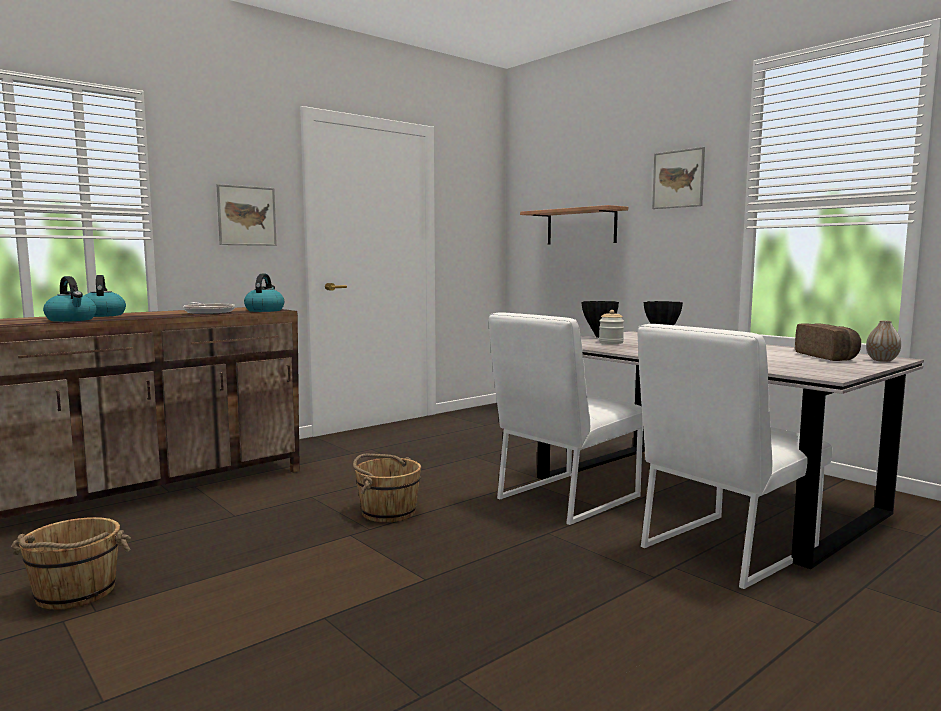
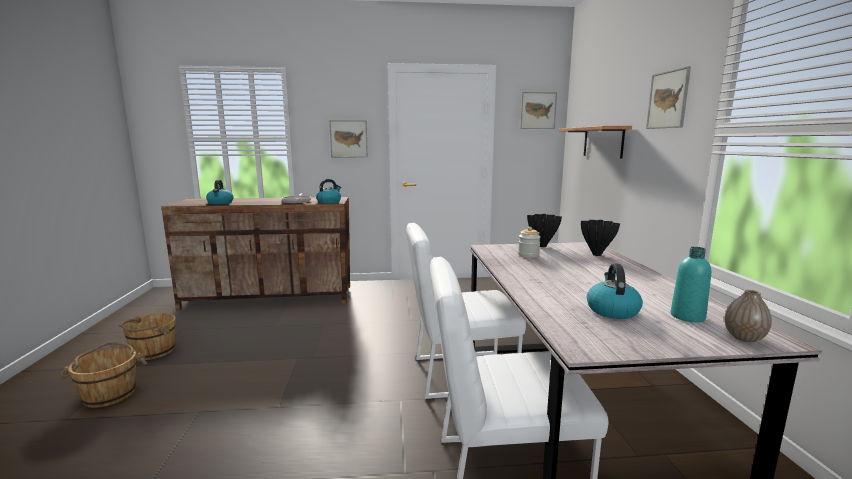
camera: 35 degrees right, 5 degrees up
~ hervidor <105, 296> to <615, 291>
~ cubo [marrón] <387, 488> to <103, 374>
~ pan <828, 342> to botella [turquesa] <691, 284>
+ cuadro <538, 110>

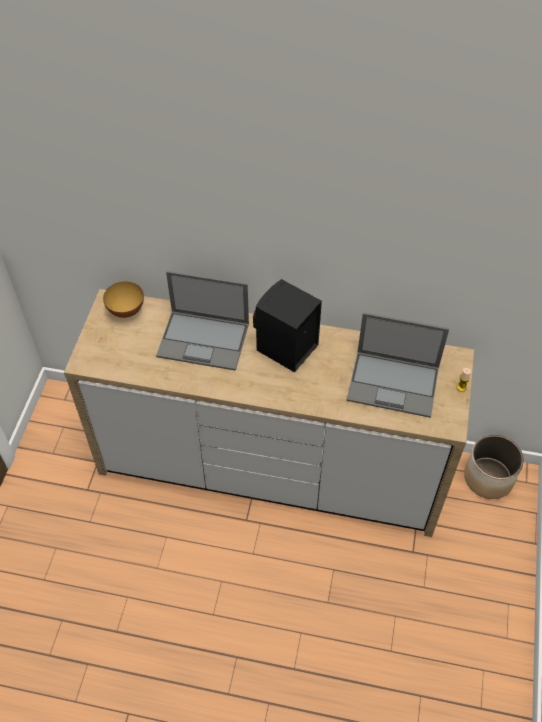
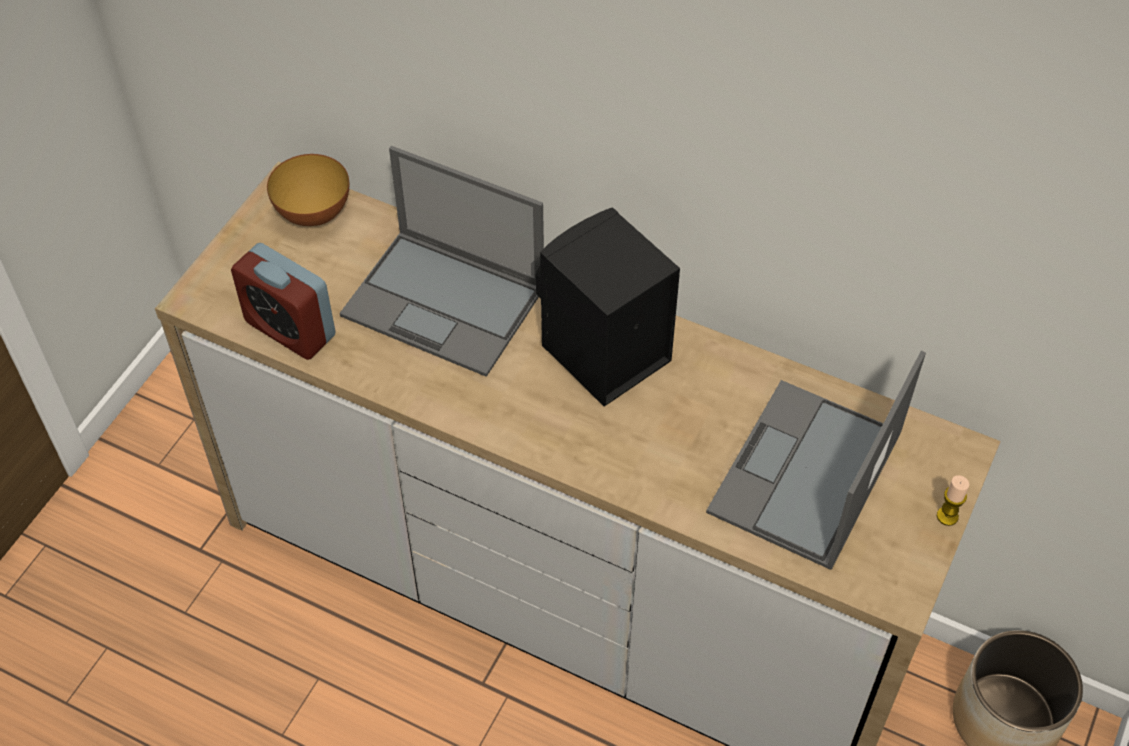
camera: 15 degrees right, 0 degrees up
~ portátil <398, 365> = <816, 460> 90 degrees clockwise
+ despertador <283, 301>

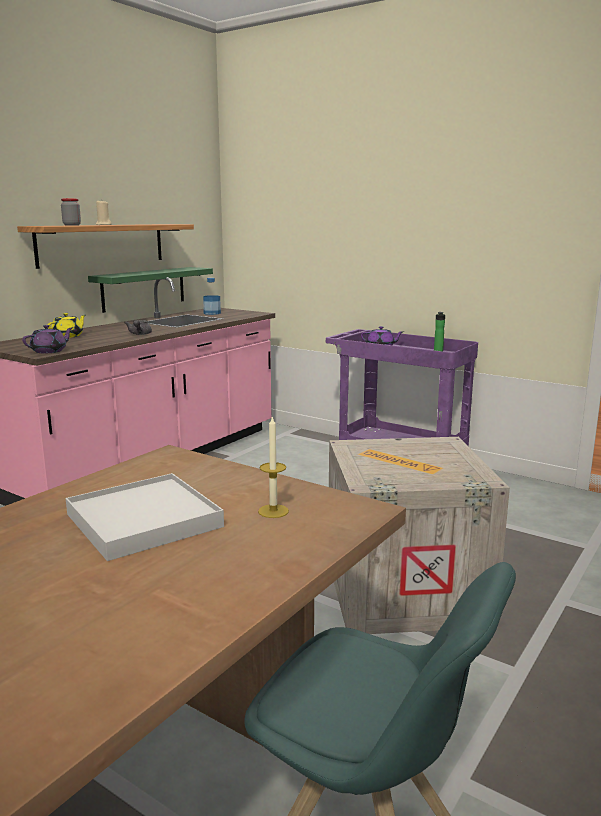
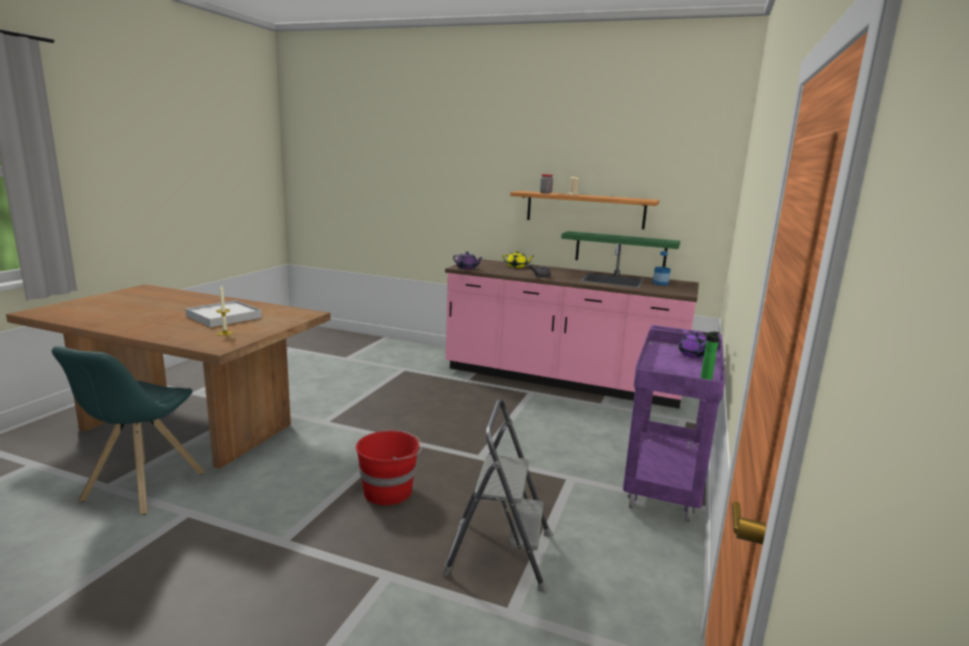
camera: 75 degrees right, 0 degrees up
~ caja de embalaje <419, 535> to cubo [rojo] <389, 467>
+ escalera de tijera [gris] <498, 496>

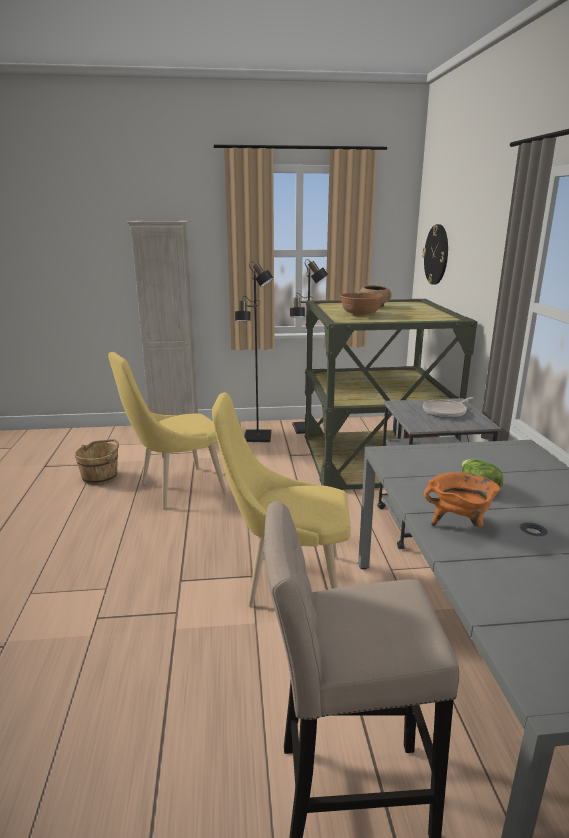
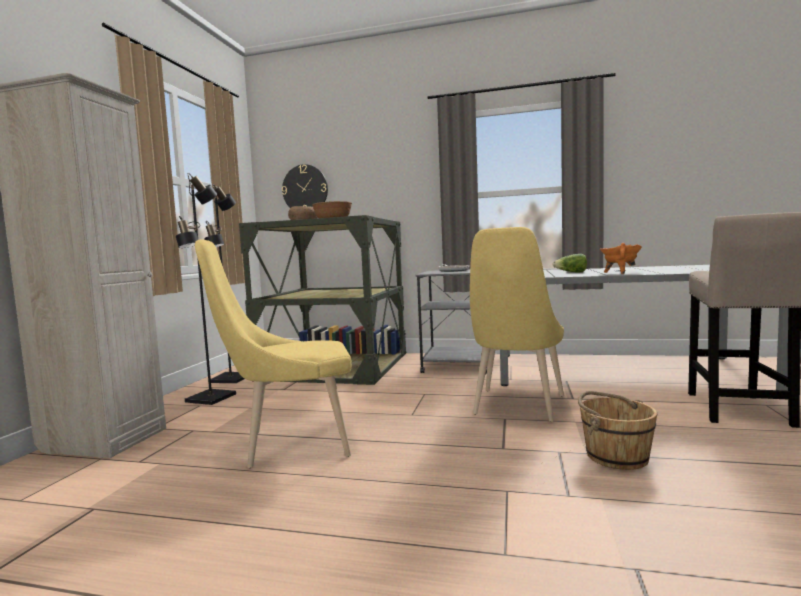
camera: 70 degrees left, 15 degrees down
~ cubo [marrón] <96, 462> to <617, 430>
~ silla [amarillo] <167, 430> = <273, 353> 90 degrees clockwise

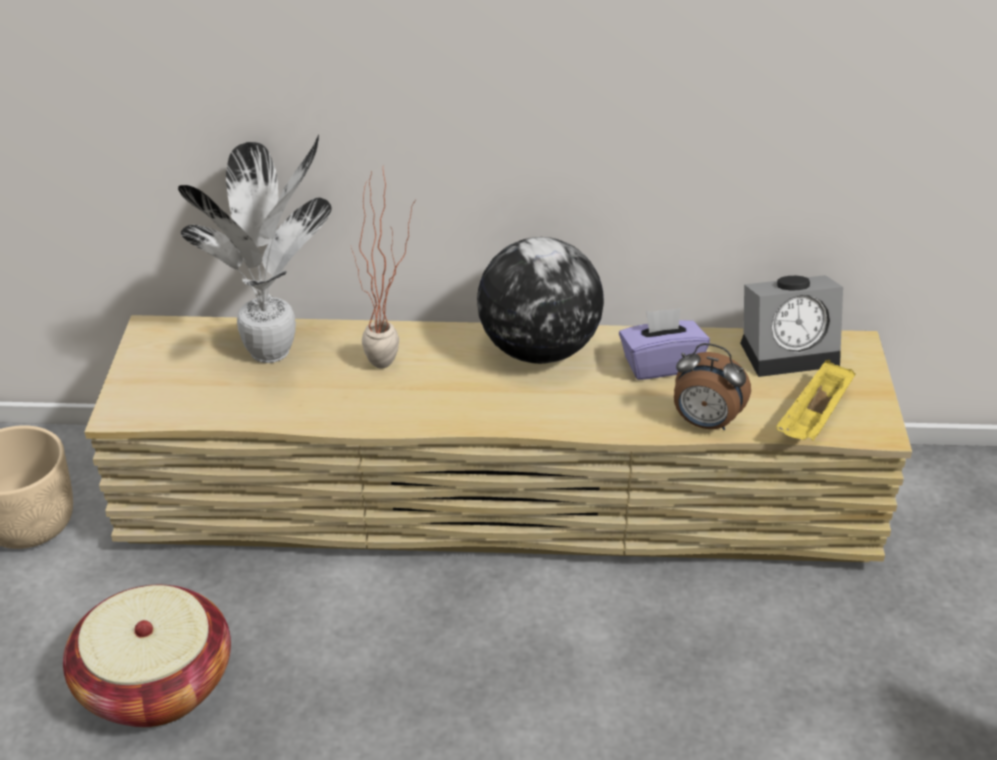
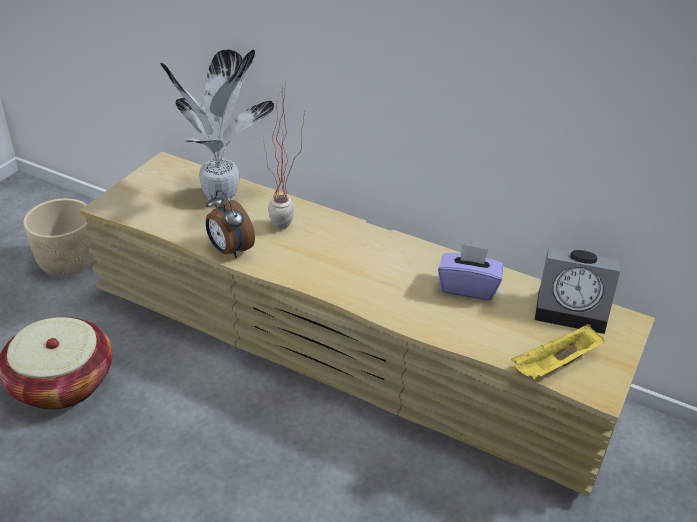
camera: 25 degrees right, 0 degrees up
- globo terráqueo <540, 300>
~ despertador <712, 386> to <230, 224>

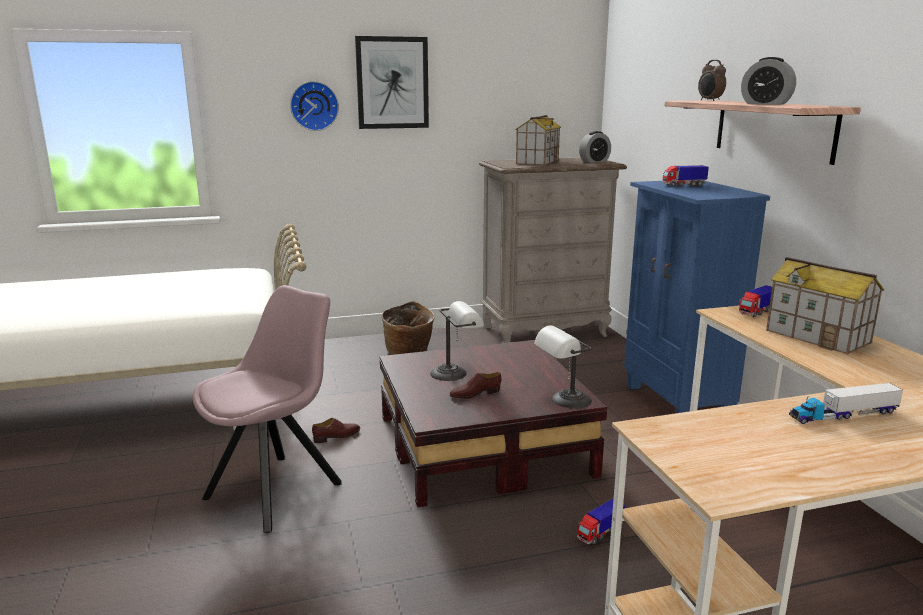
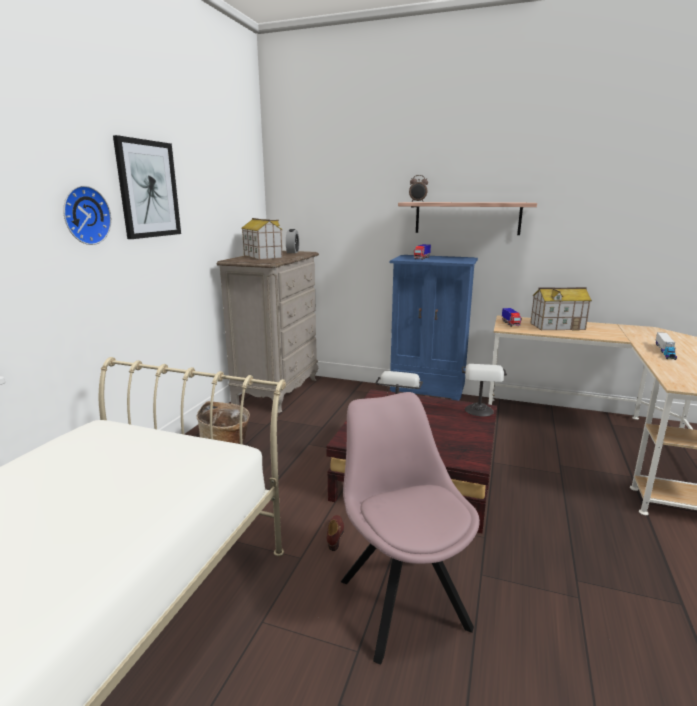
camera: 55 degrees left, 0 degrees up
- zapato [marrón] <475, 385>
- camión de juguete <601, 522>
- despertador <768, 81>

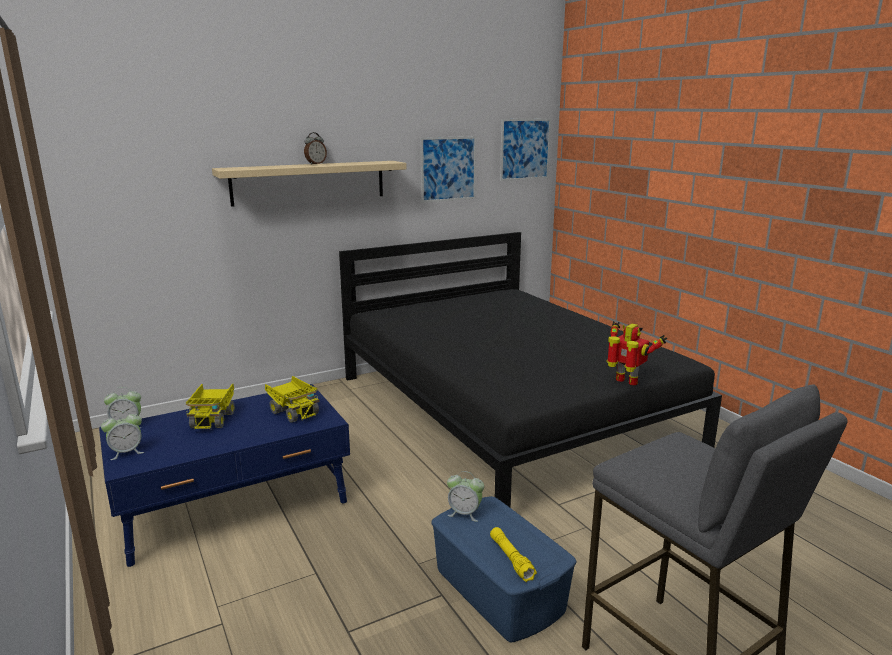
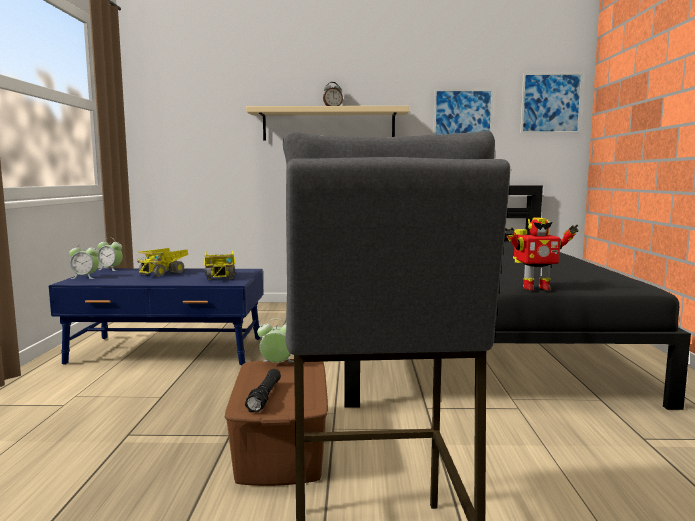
camera: 30 degrees right, 10 degrees down
~ caja de almacenaje [azul] <504, 569> to caja de almacenaje [marrón] <276, 422>
~ despertador <465, 496> = <275, 341> 135 degrees clockwise
~ linterna [amarillo] <513, 554> to linterna [negro] <263, 391>
~ robot de juguete <637, 353> = <542, 254> 105 degrees clockwise

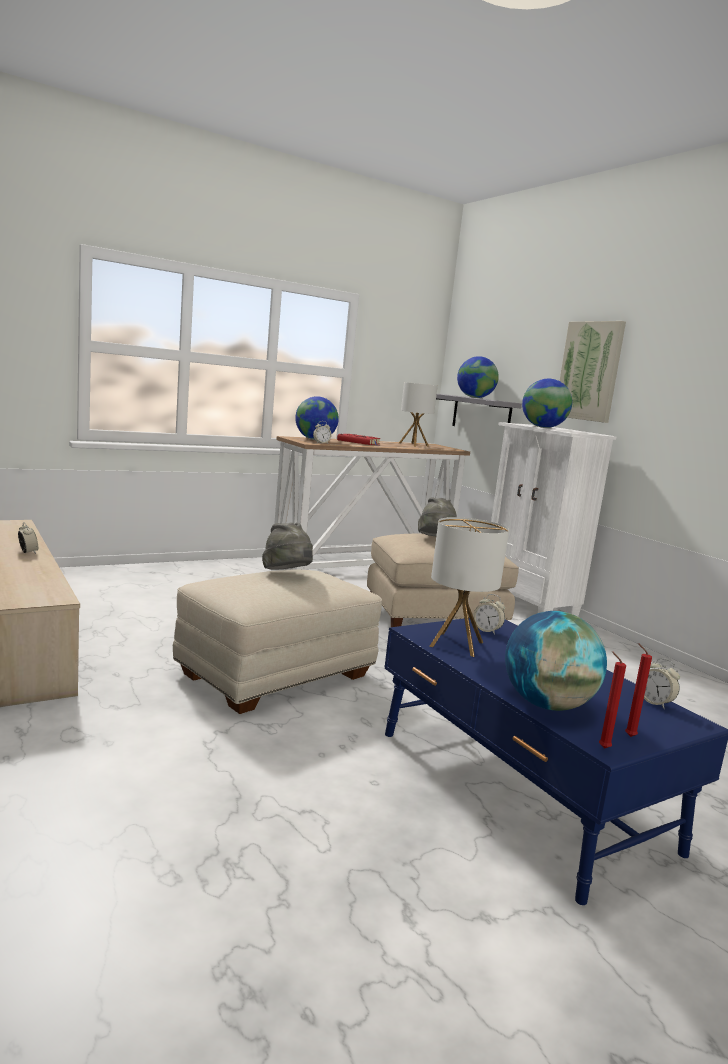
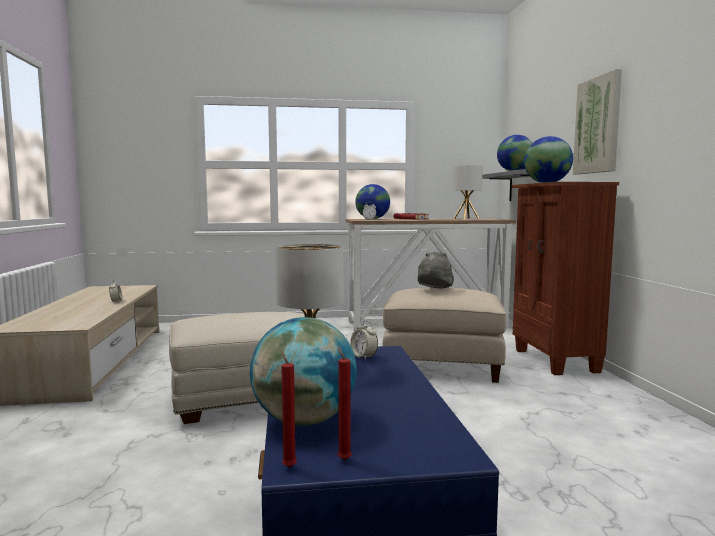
camera: 25 degrees right, 5 degrees down
- sombrero [gris] <287, 546>
~ armario [blanco] <553, 519> to armario [marrón] <565, 278>
- despertador <662, 683>

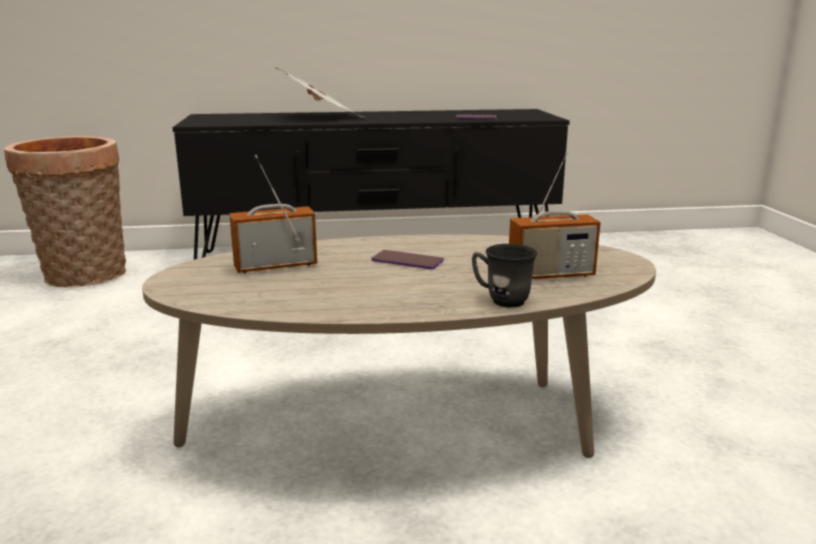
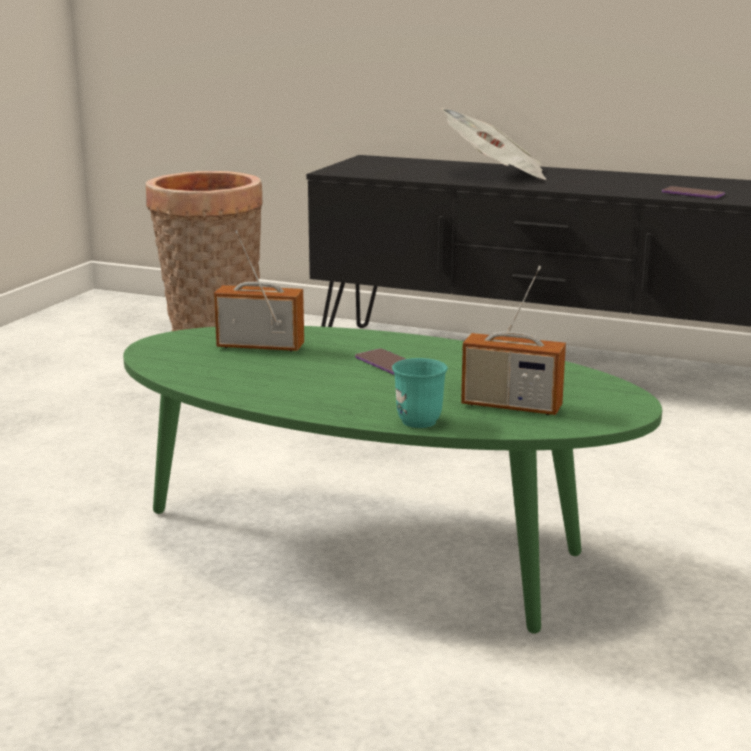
camera: 30 degrees right, 0 degrees up
~ mesa de centro [beis] <399, 346> to mesa de centro [verde] <392, 480>
~ taza grande [gris] <504, 275> to taza grande [turquesa] <420, 393>

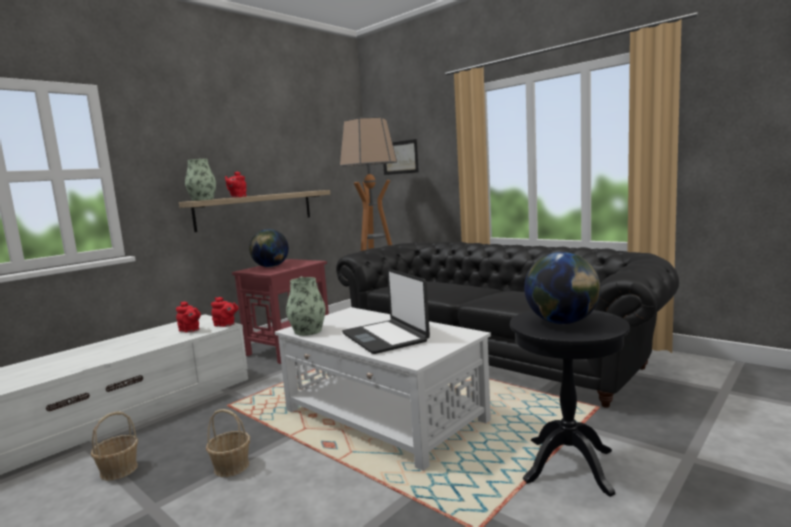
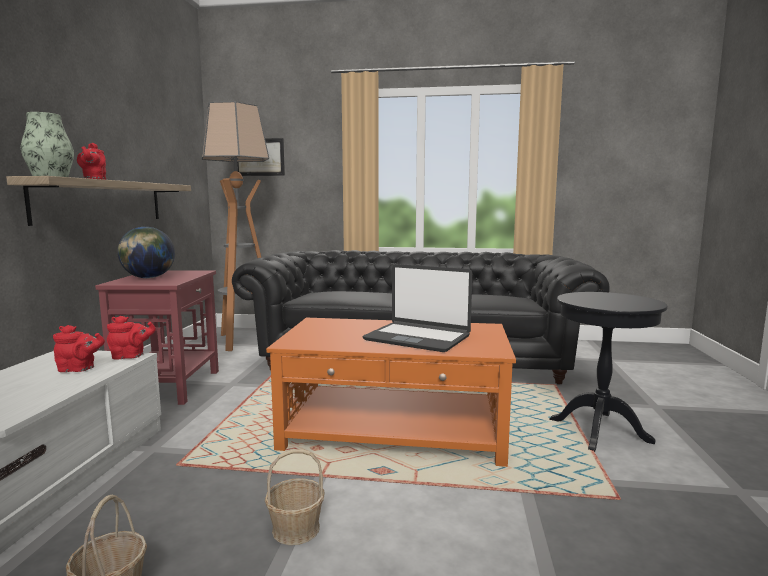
camera: 35 degrees left, 0 degrees up
~ mesa de centro [blanco] <383, 389> to mesa de centro [naranja] <391, 392>
- florero <306, 306>
- globo terráqueo <562, 288>

